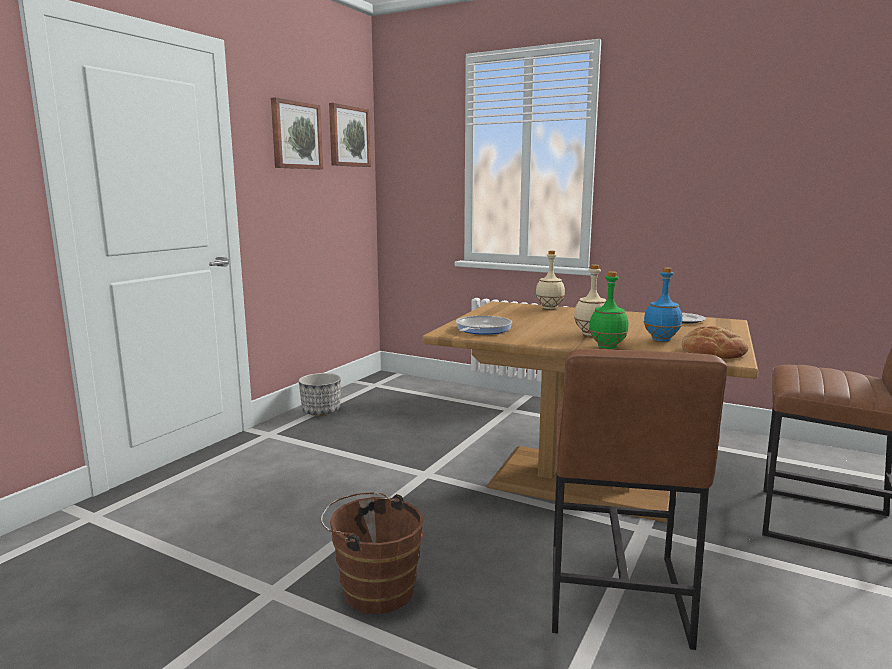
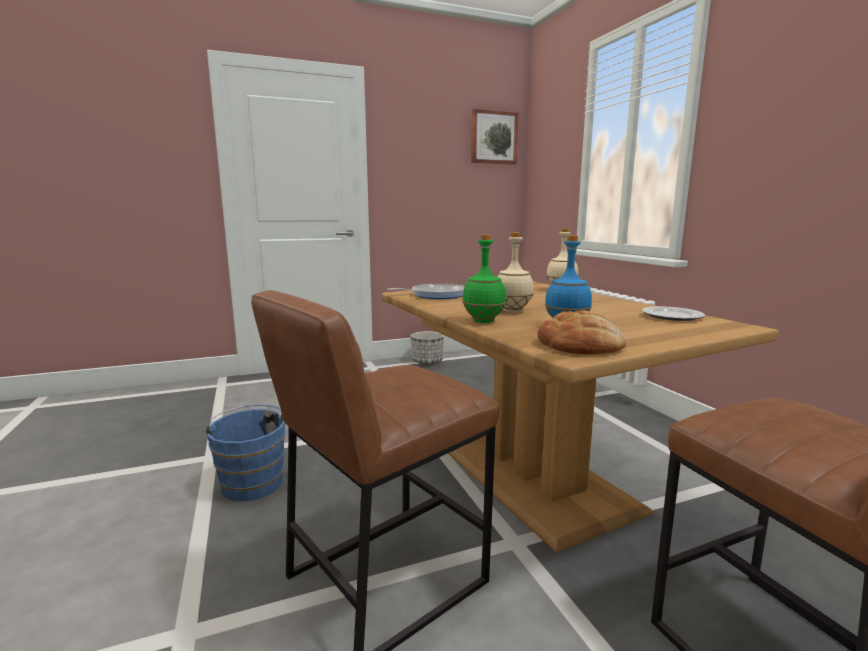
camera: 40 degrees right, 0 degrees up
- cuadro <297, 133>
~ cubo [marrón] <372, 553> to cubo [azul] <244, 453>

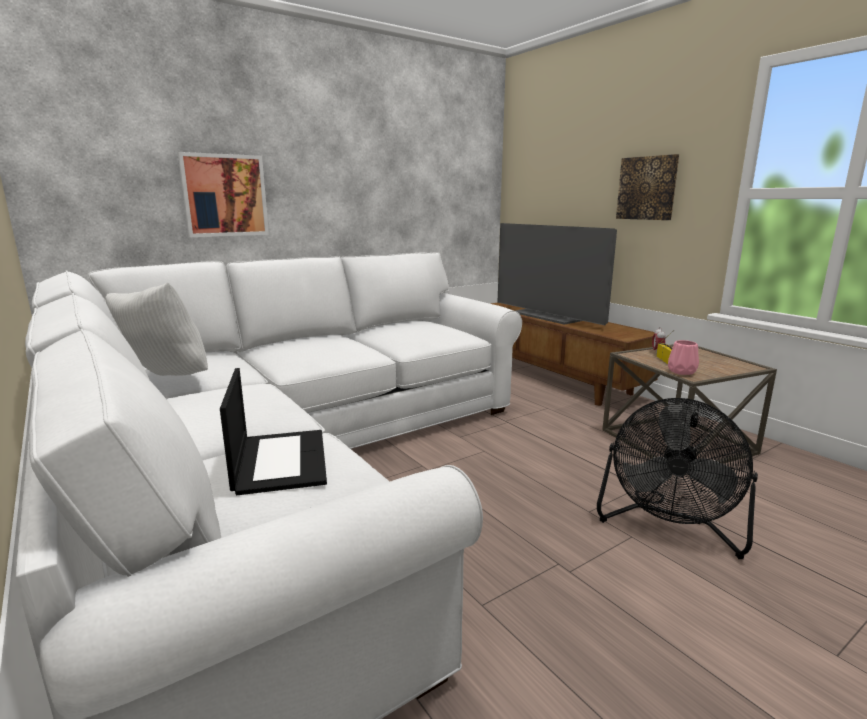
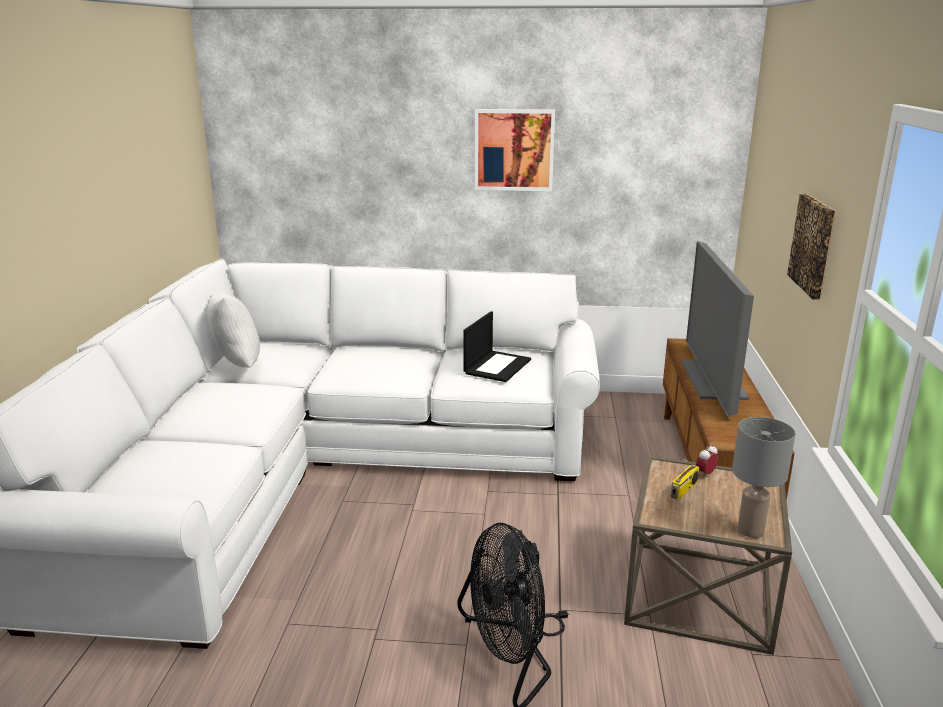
camera: 40 degrees right, 5 degrees up
~ cuadro <223, 194> to <515, 150>
~ portátil <273, 431> to <497, 346>
- florero [rosa] <683, 357>
+ lámpara de mesa [gris] <764, 477>

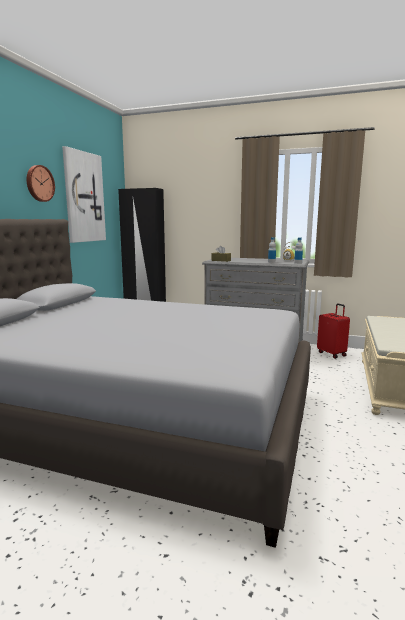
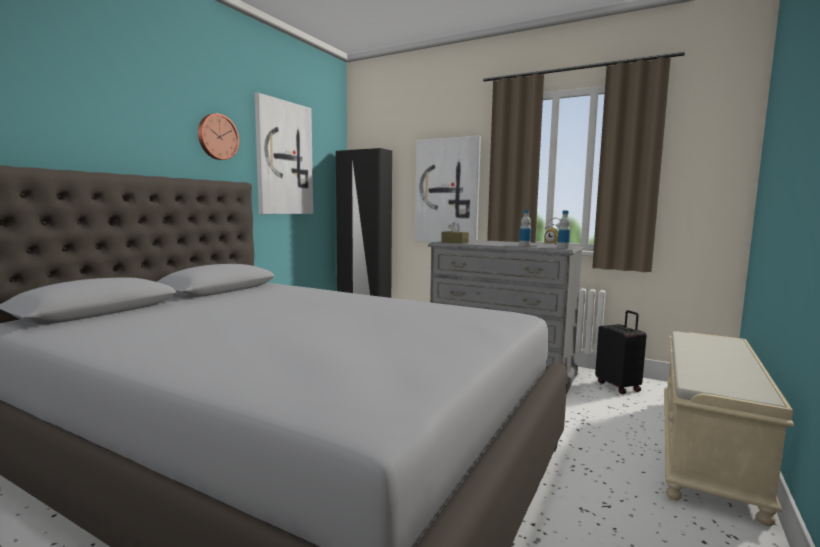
camera: 10 degrees right, 5 degrees down
~ maleta [rojo] <333, 331> to maleta [negro] <621, 352>
+ cuadro <448, 189>

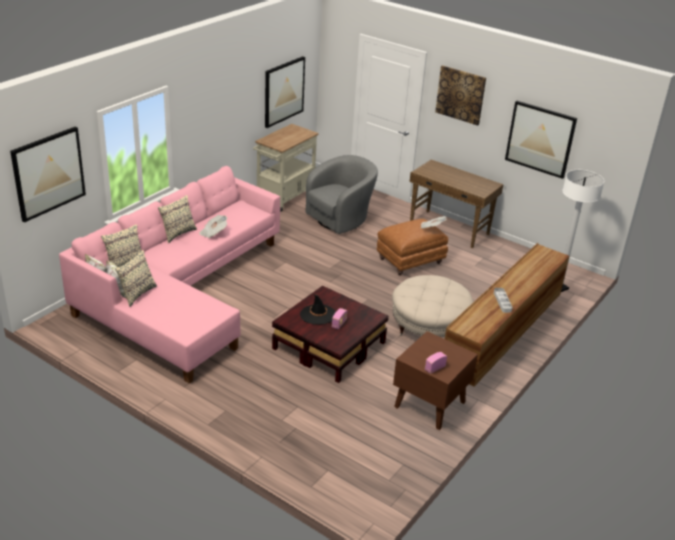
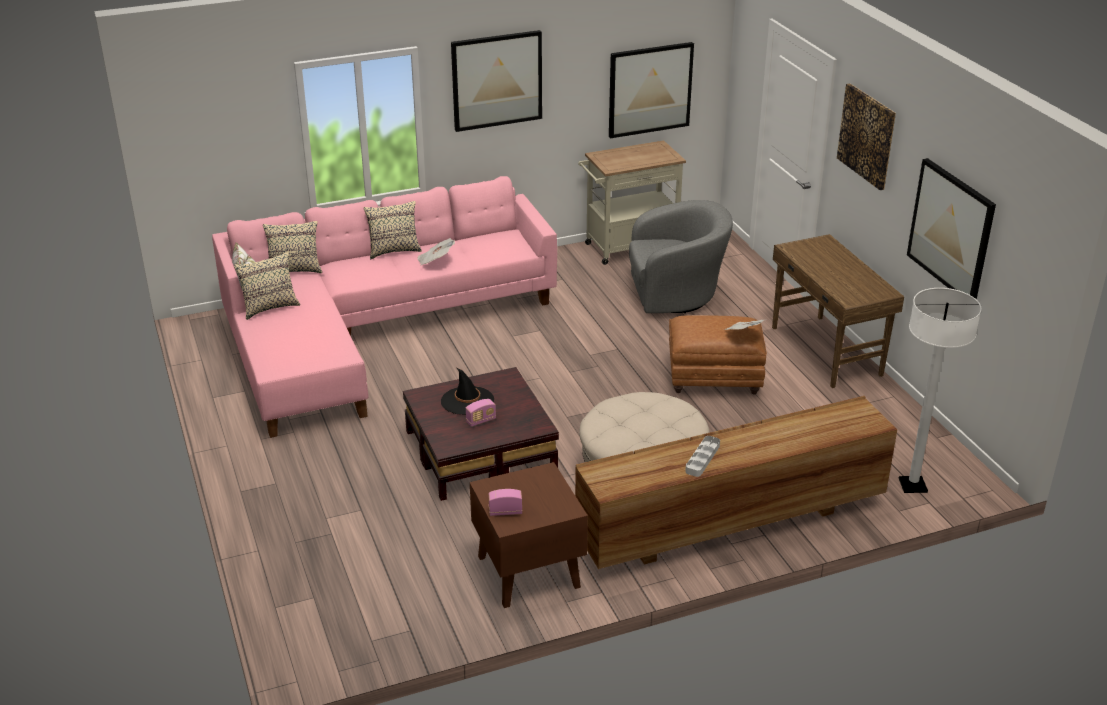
camera: 35 degrees right, 0 degrees up
~ cuadro <48, 174> to <496, 81>

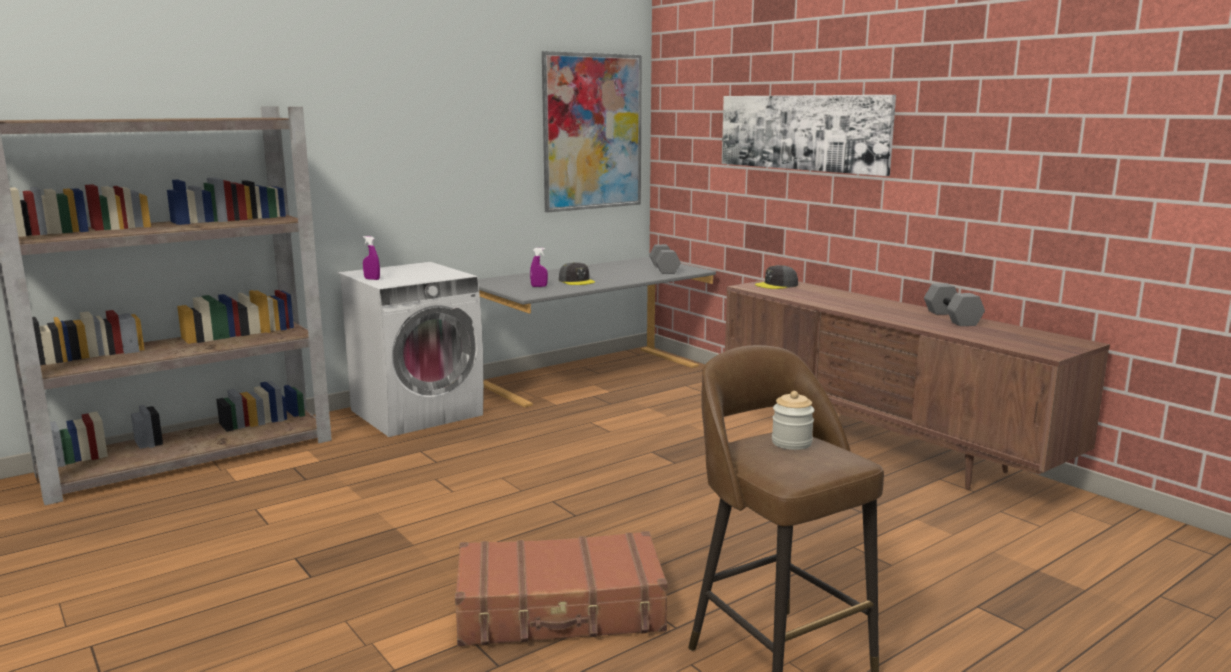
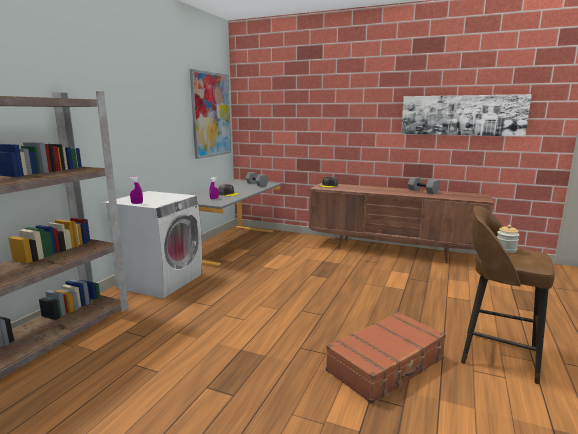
camera: 30 degrees left, 0 degrees up
~ cuadro <809, 135> to <466, 115>

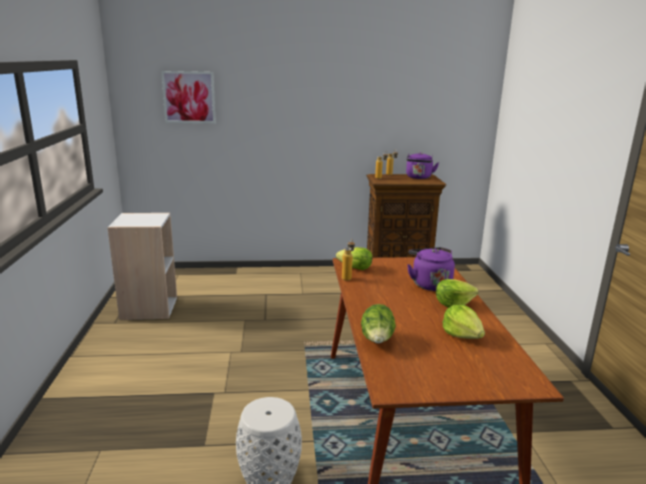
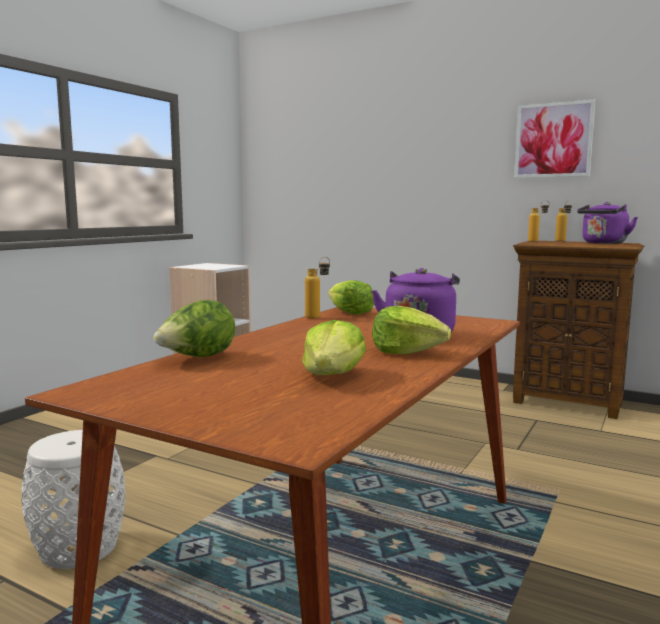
camera: 35 degrees right, 10 degrees down
~ cuadro <188, 97> to <554, 139>

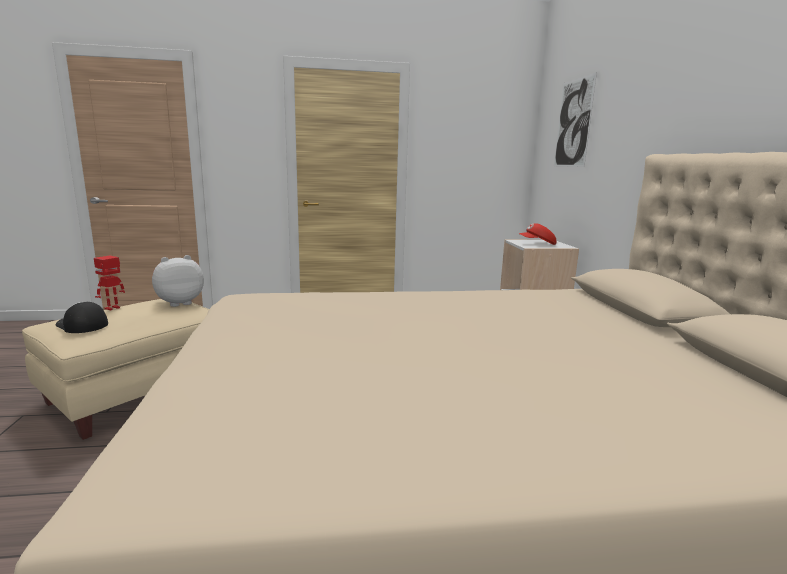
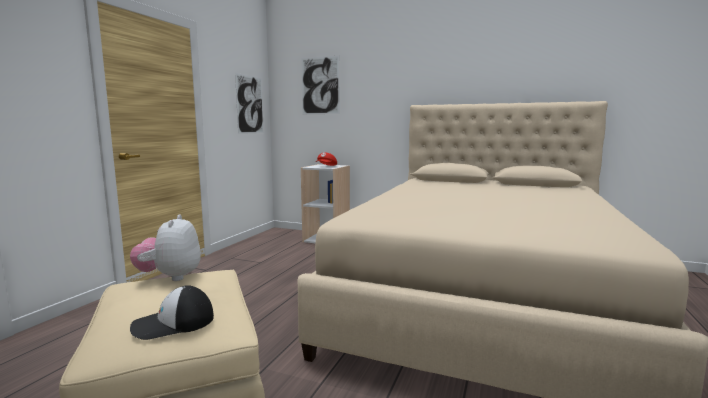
camera: 60 degrees left, 5 degrees down
- robot de juguete <109, 283>
+ cuadro <249, 103>

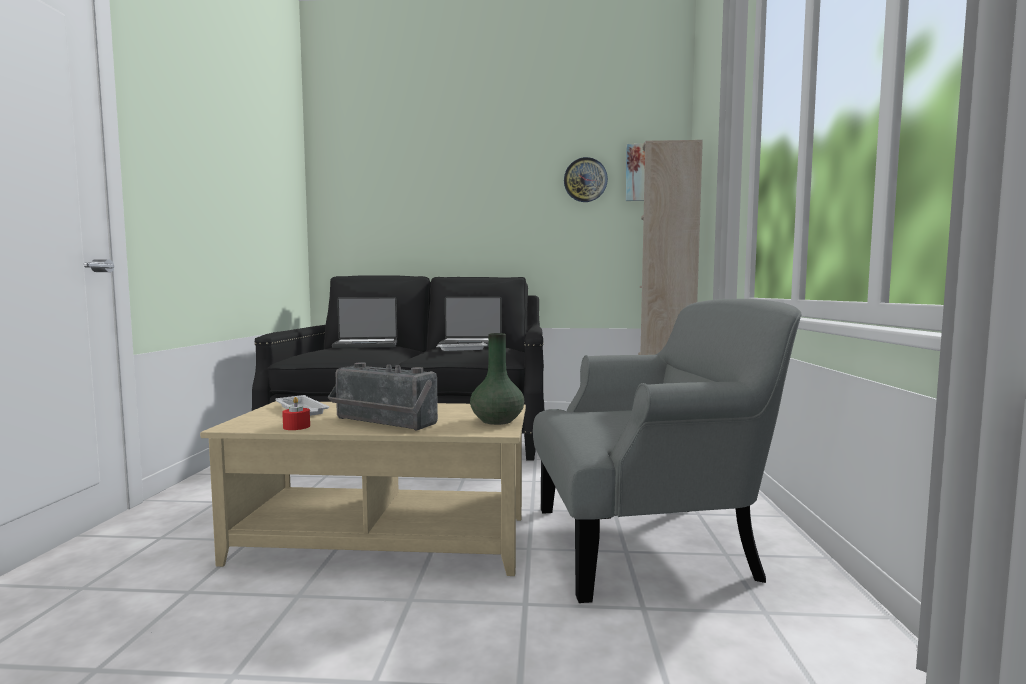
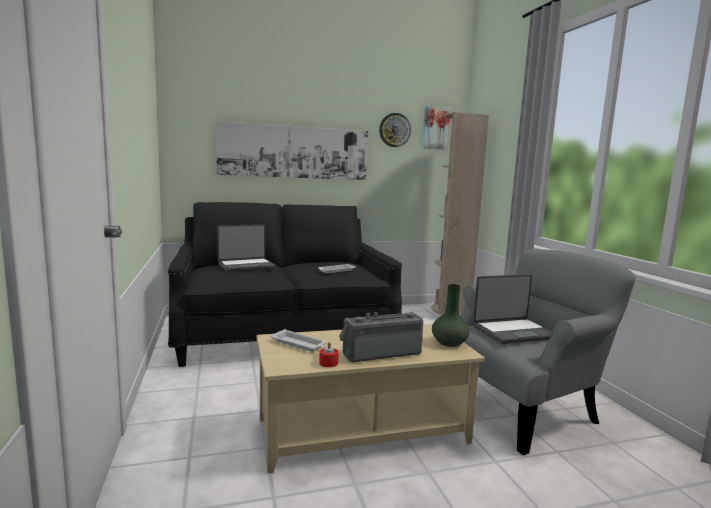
camera: 20 degrees left, 5 degrees up
~ radio <383, 396> = <381, 337> 150 degrees clockwise
~ portátil <470, 322> to <512, 309>
+ cuadro <292, 150>

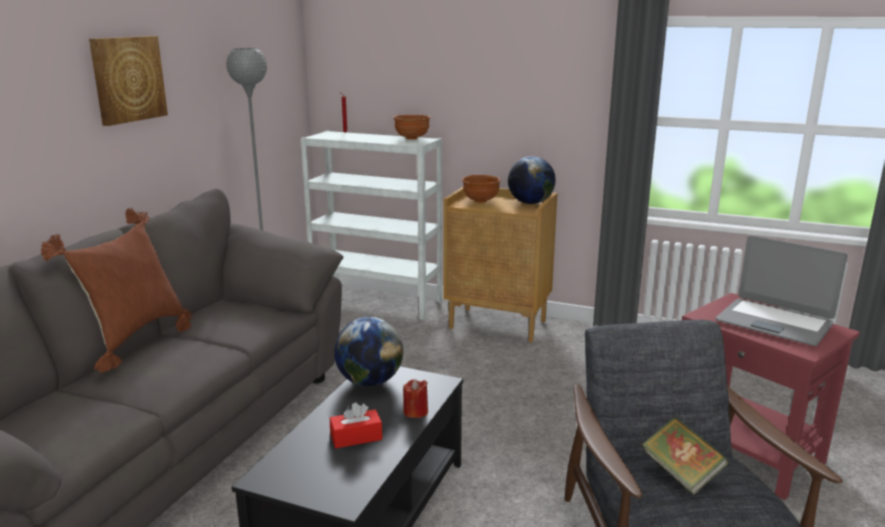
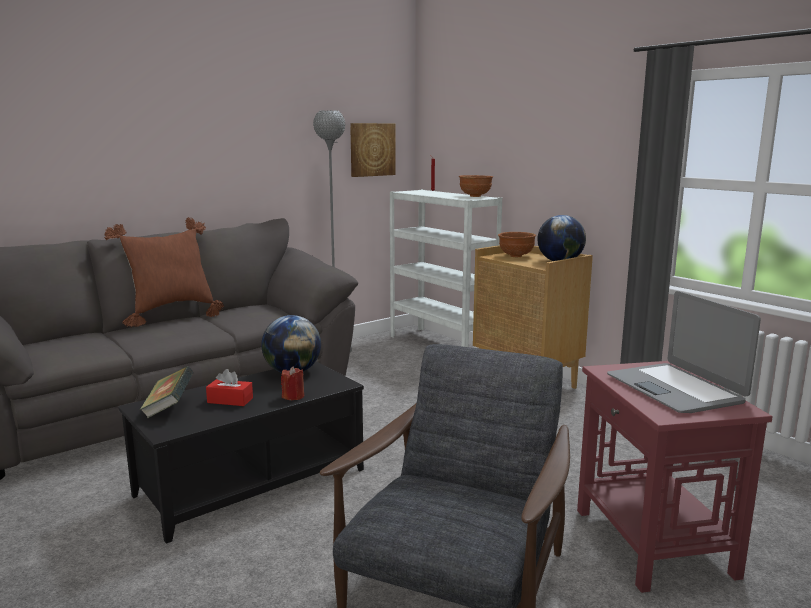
camera: 30 degrees right, 5 degrees down
~ cuadro <128, 81> to <373, 150>
~ libro <685, 456> to <166, 392>

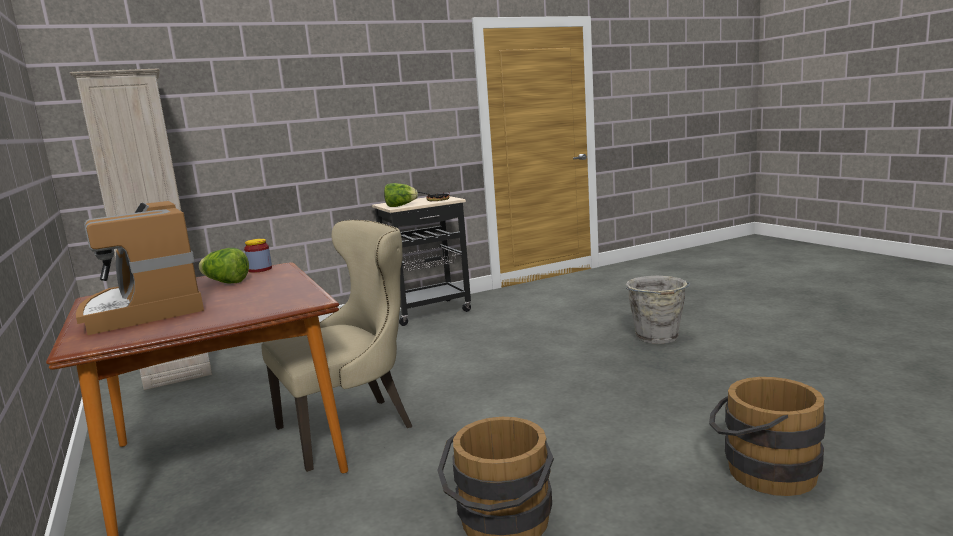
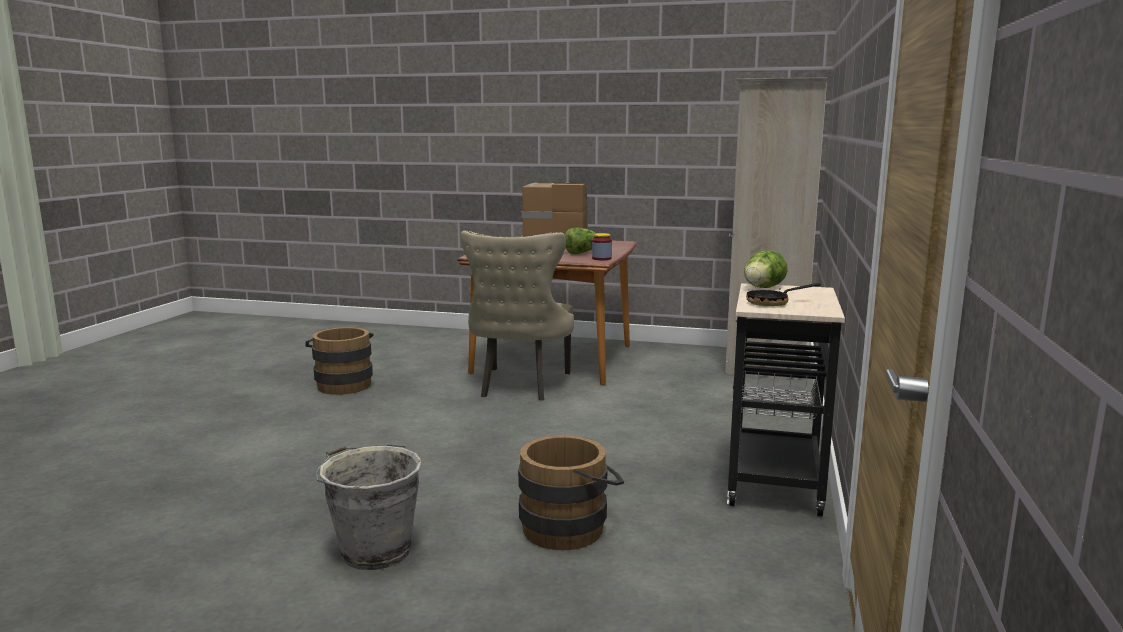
camera: 130 degrees right, 0 degrees up
~ cubo [marrón] <767, 436> to <571, 492>

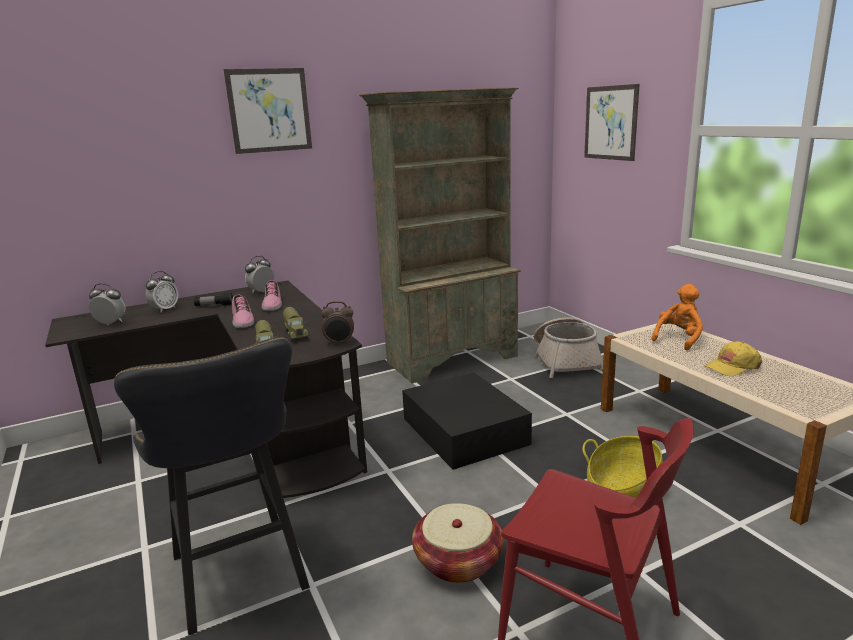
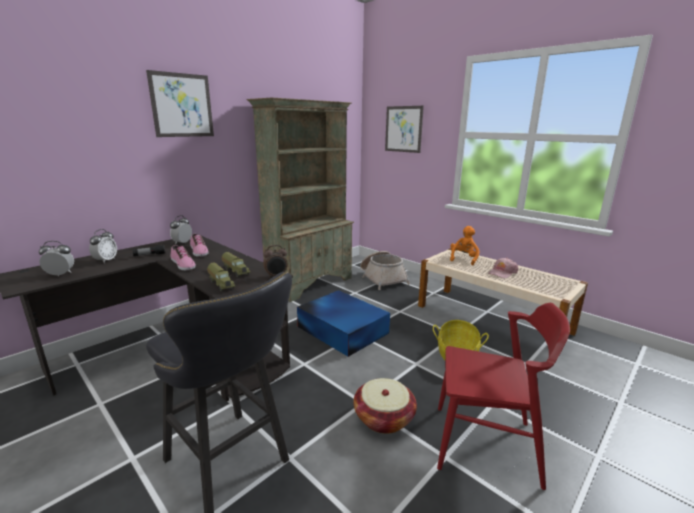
camera: 20 degrees left, 0 degrees up
~ caja de almacenaje [negro] <467, 421> to caja de almacenaje [azul] <343, 323>
~ gorra [amarillo] <733, 358> to gorra [rosa] <503, 268>

